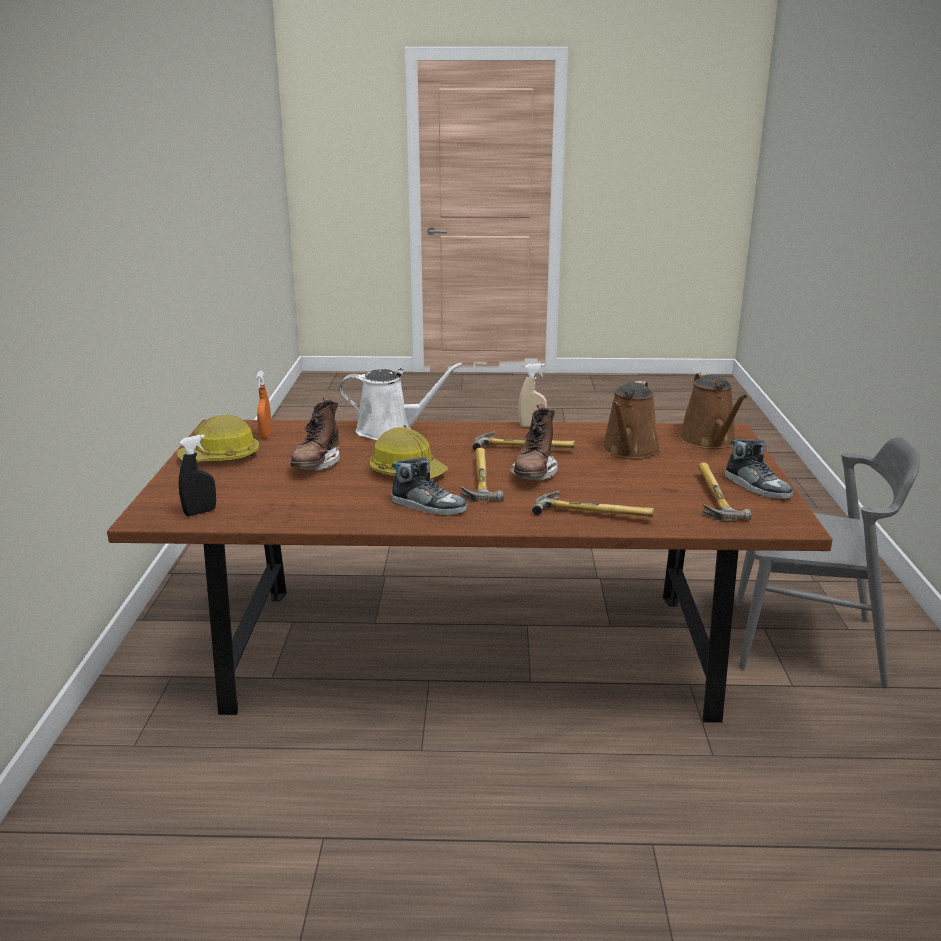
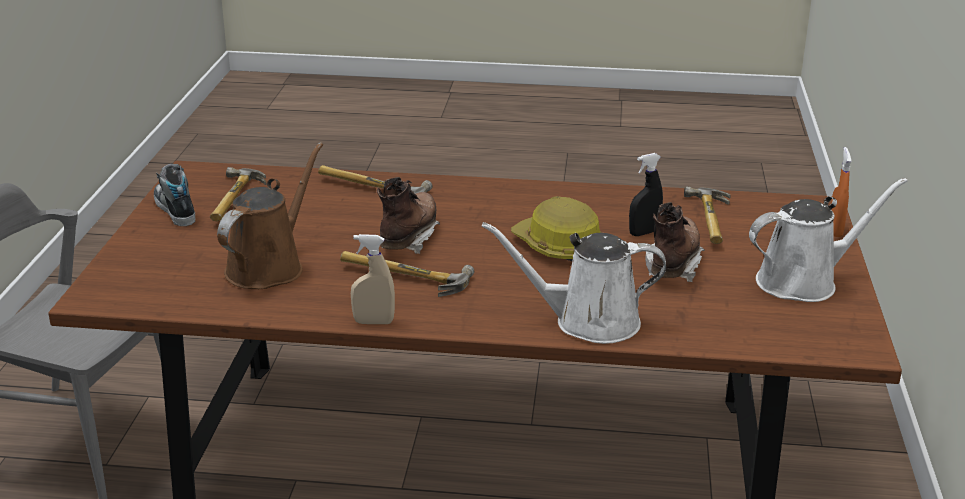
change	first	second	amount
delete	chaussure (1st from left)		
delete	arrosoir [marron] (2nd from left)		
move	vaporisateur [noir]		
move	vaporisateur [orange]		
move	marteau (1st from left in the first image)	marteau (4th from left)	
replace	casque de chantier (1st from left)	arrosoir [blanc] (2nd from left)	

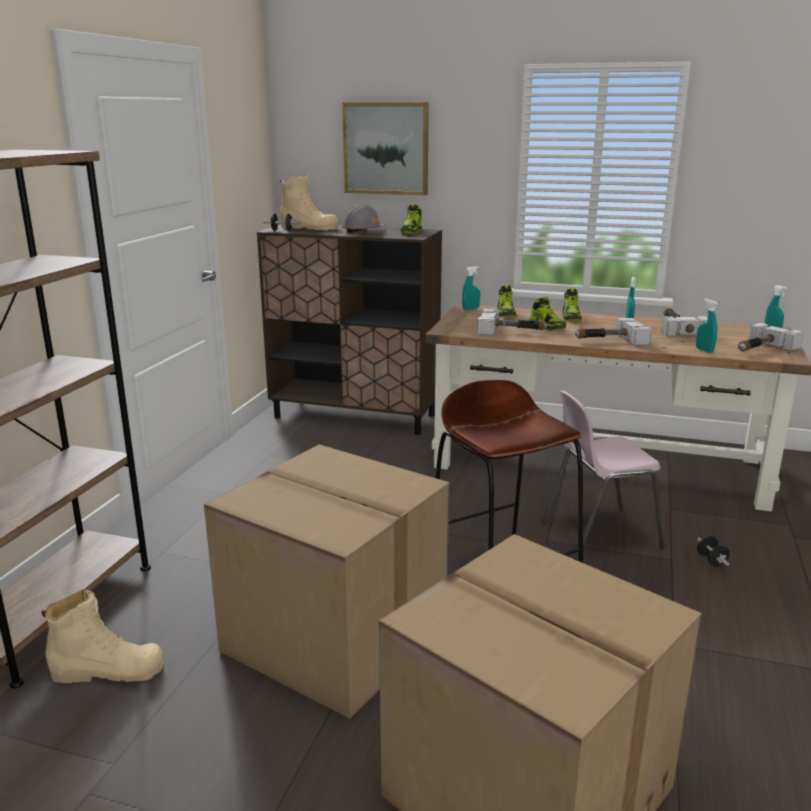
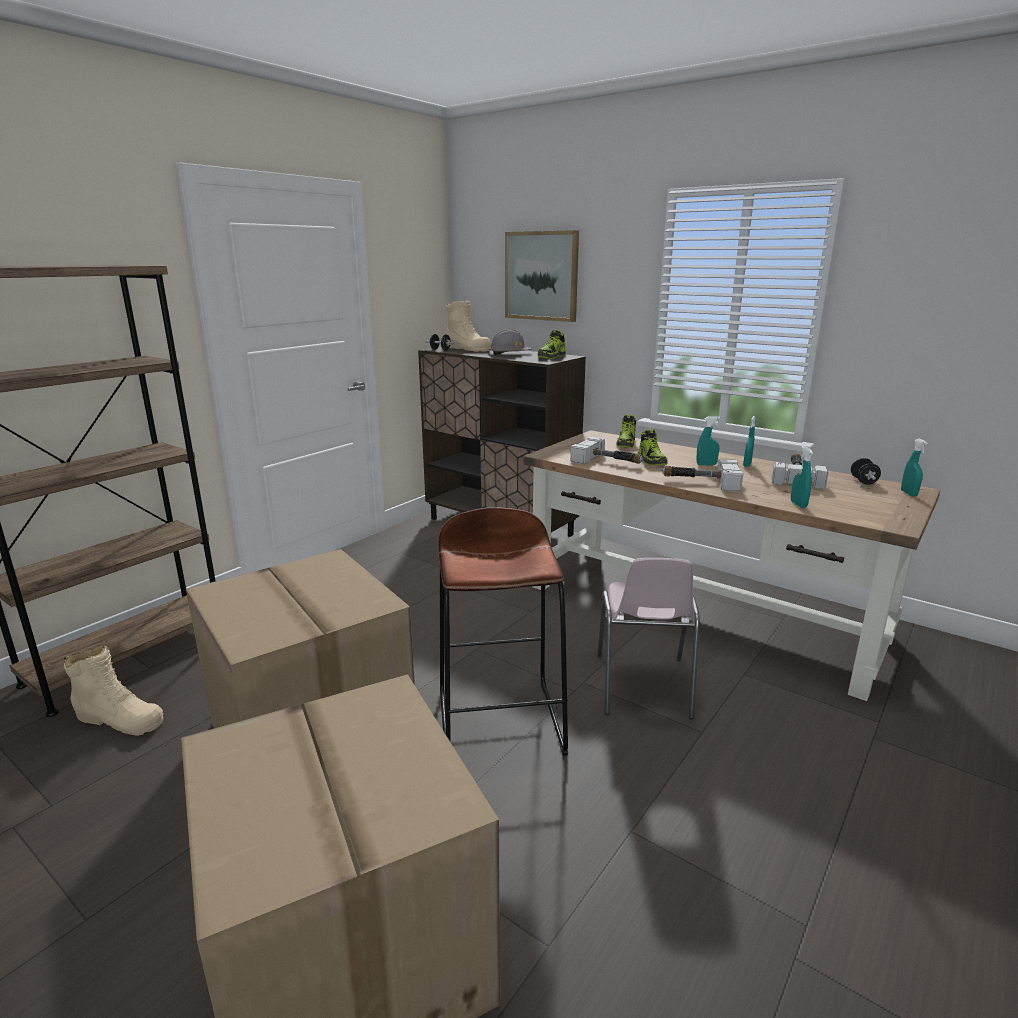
change	first	second	amount
delete	chaussure (4th from left)		
delete	marteau (4th from left)		
move	vaporisateur [turquoise] (1st from left)		
move	haltère [noir] (2nd from left)		
rotate	chaise [rose]		90 degrees counterclockwise

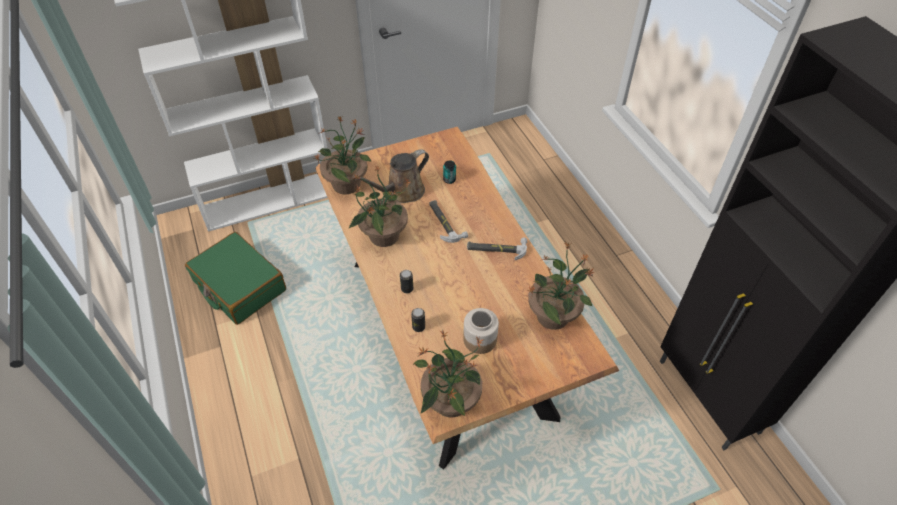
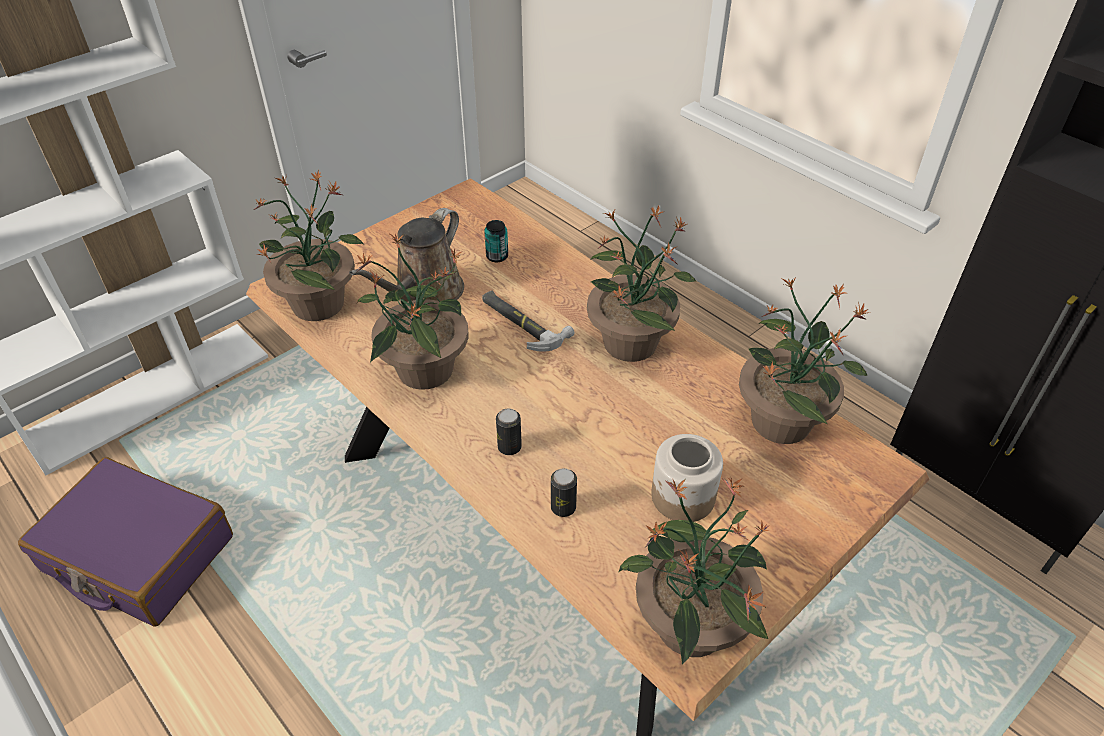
change	first	second	amount
replace	marteau (2nd from left)	plante en pot (3rd from left)	
recolor	valise [vert]	valise [violet]	

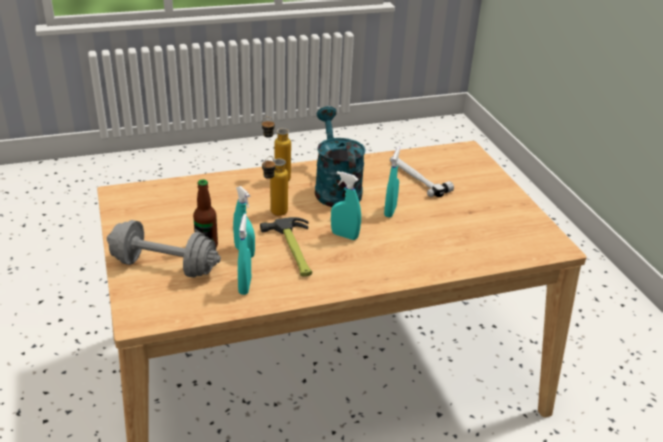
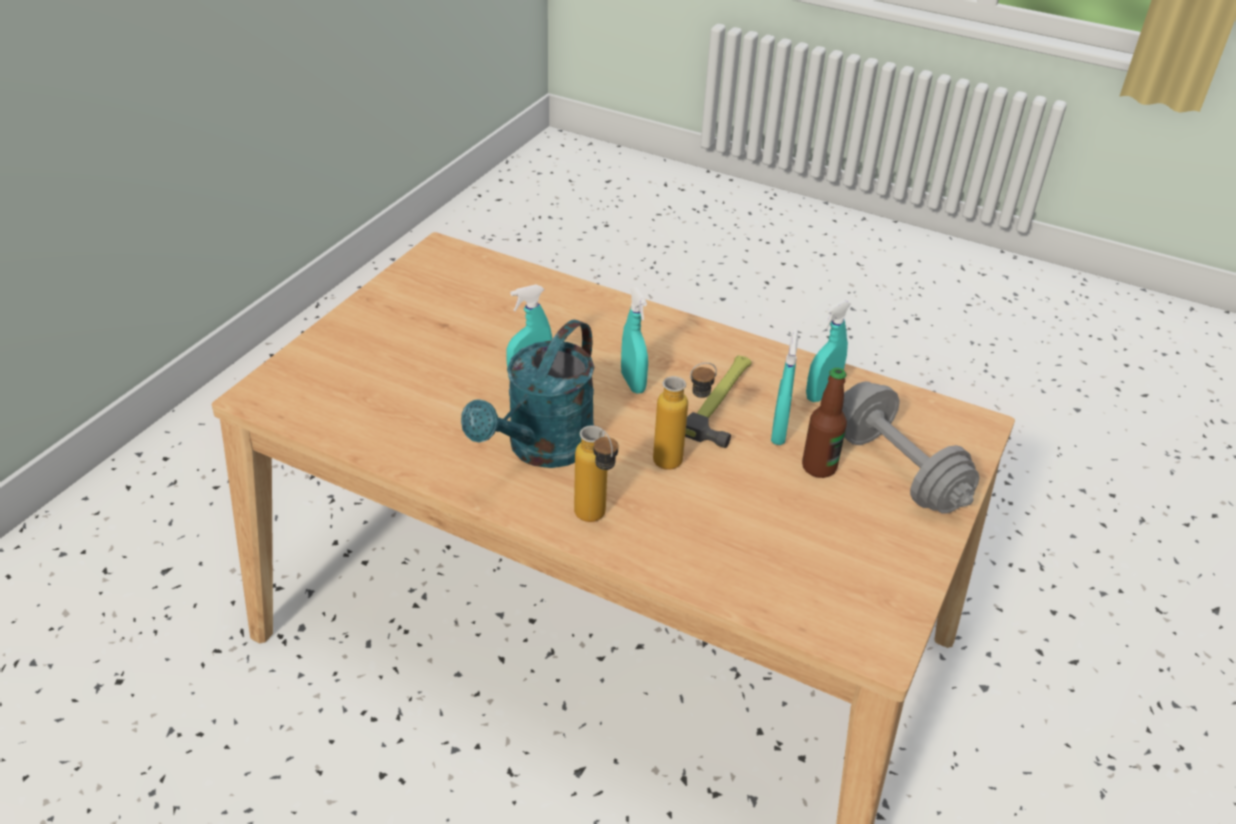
change	first	second	amount
delete	marteau (2nd from left)		

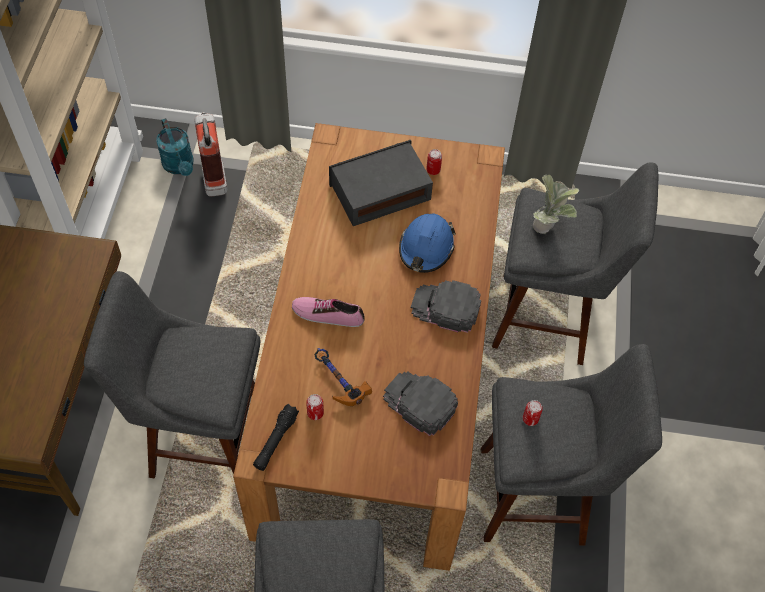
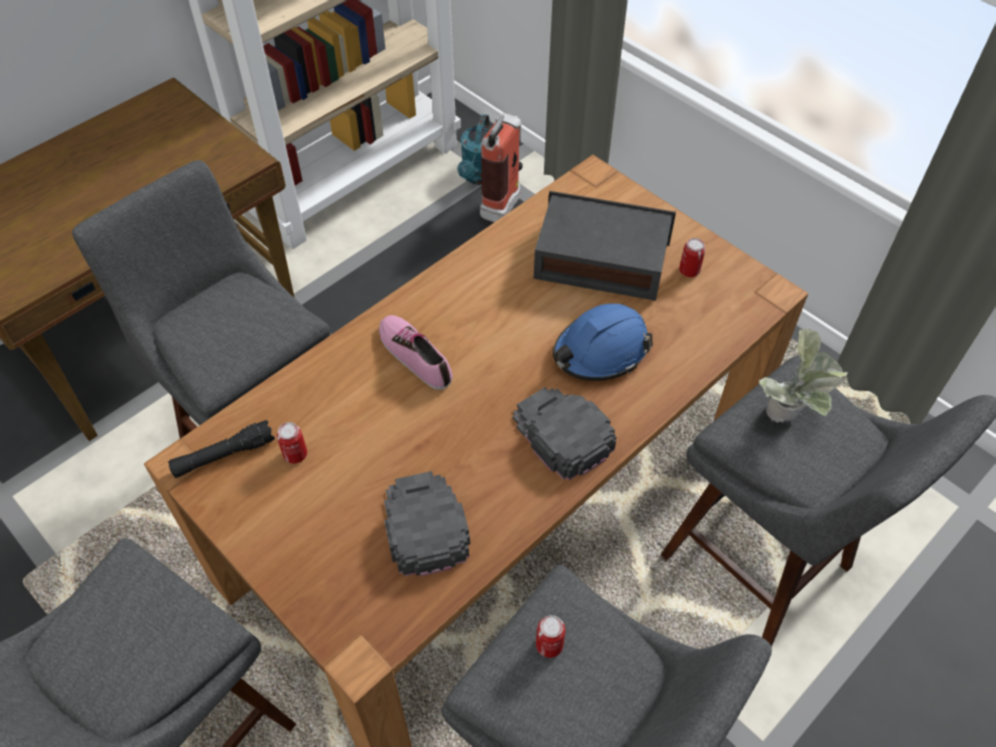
change	first	second	amount
delete	marteau		

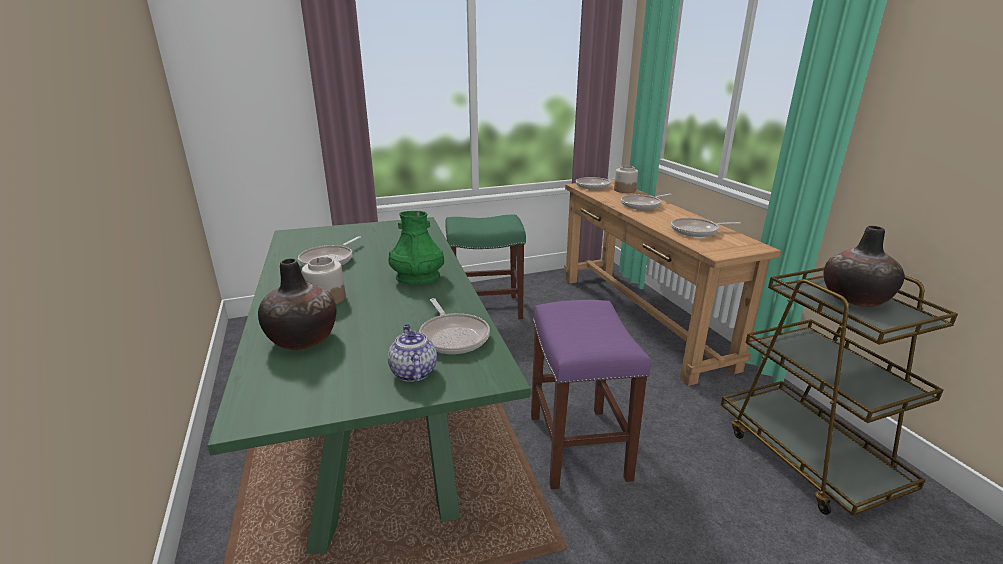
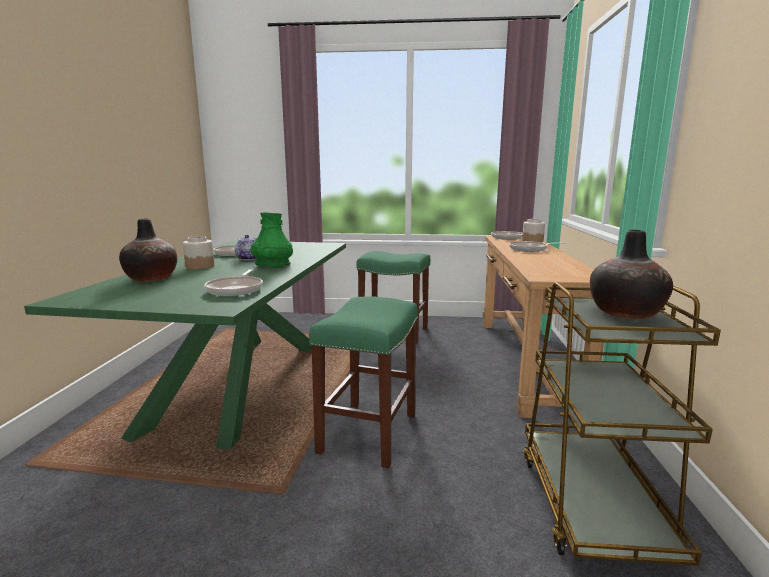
change	first	second	amount
delete	poêle (5th from left)		
move	théière		
recolor	tabouret [violet]	tabouret [vert] (1st from left)	

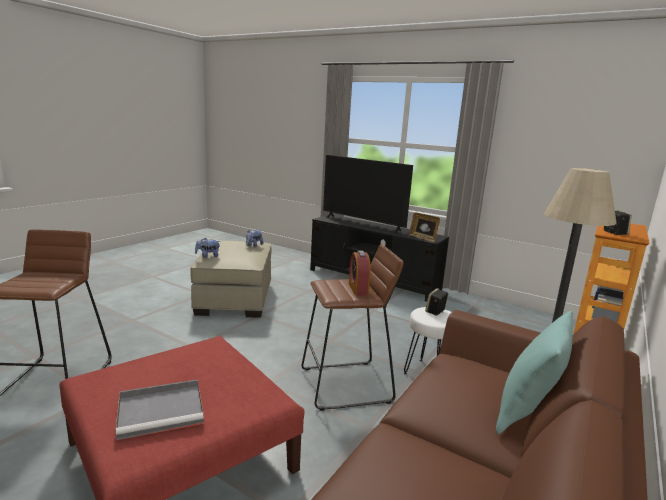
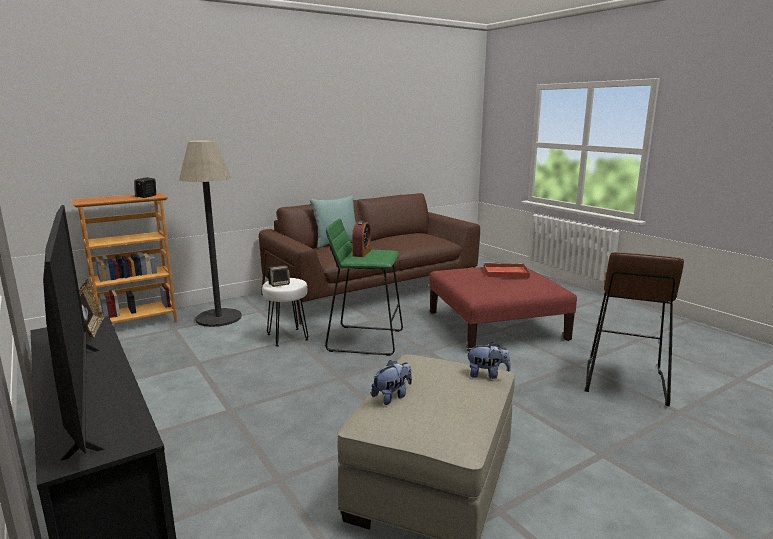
change	first	second	amount
recolor	plateau [gris]	plateau [rouge]	
recolor	tabouret [marron] (2nd from left)	tabouret [vert]	

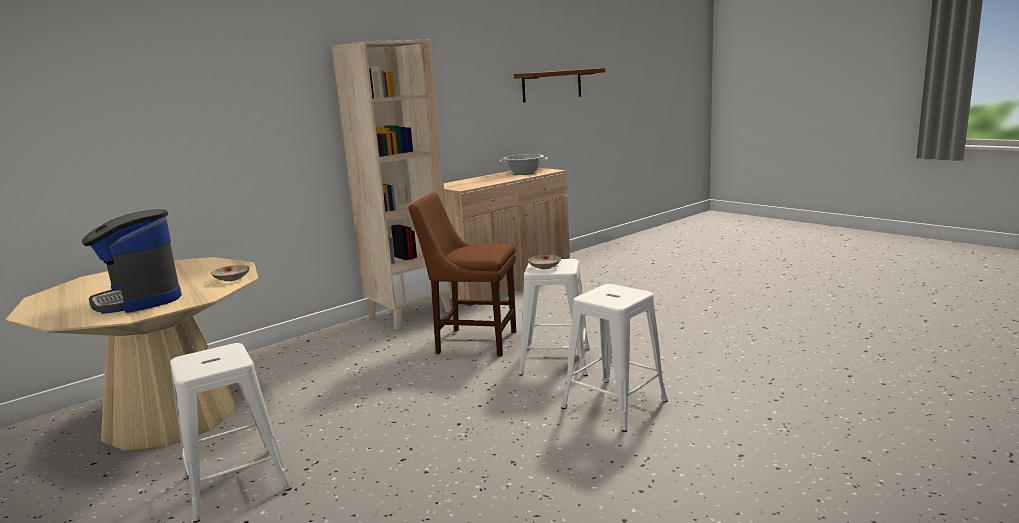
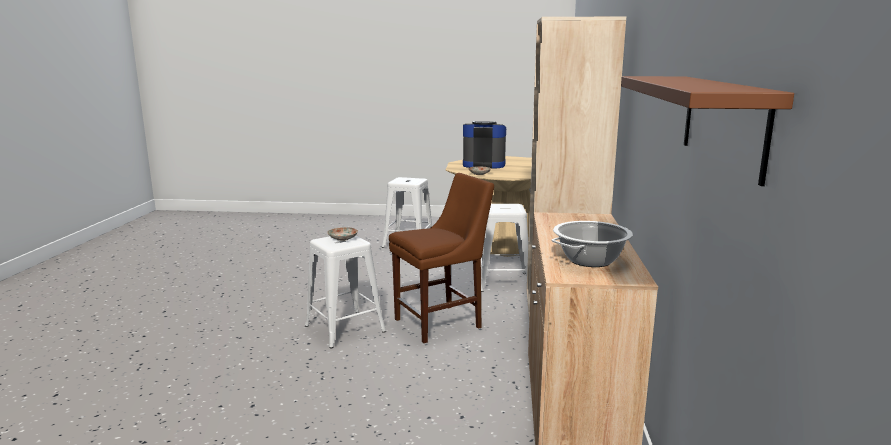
change	first	second	amount
move	tabouret [blanc] (3rd from left)		

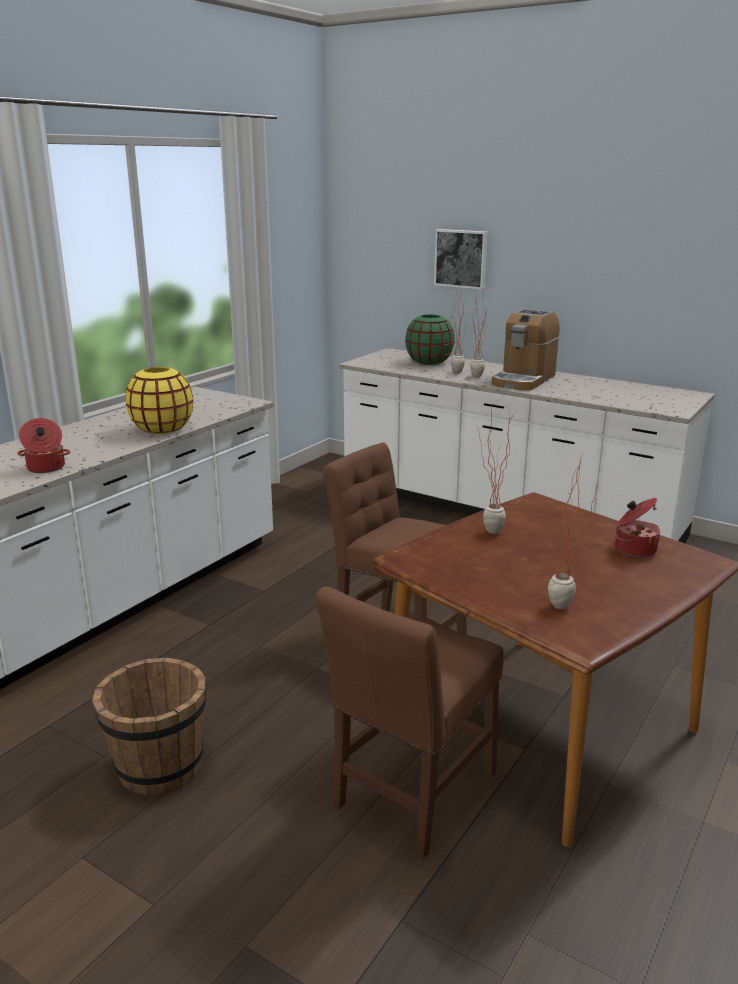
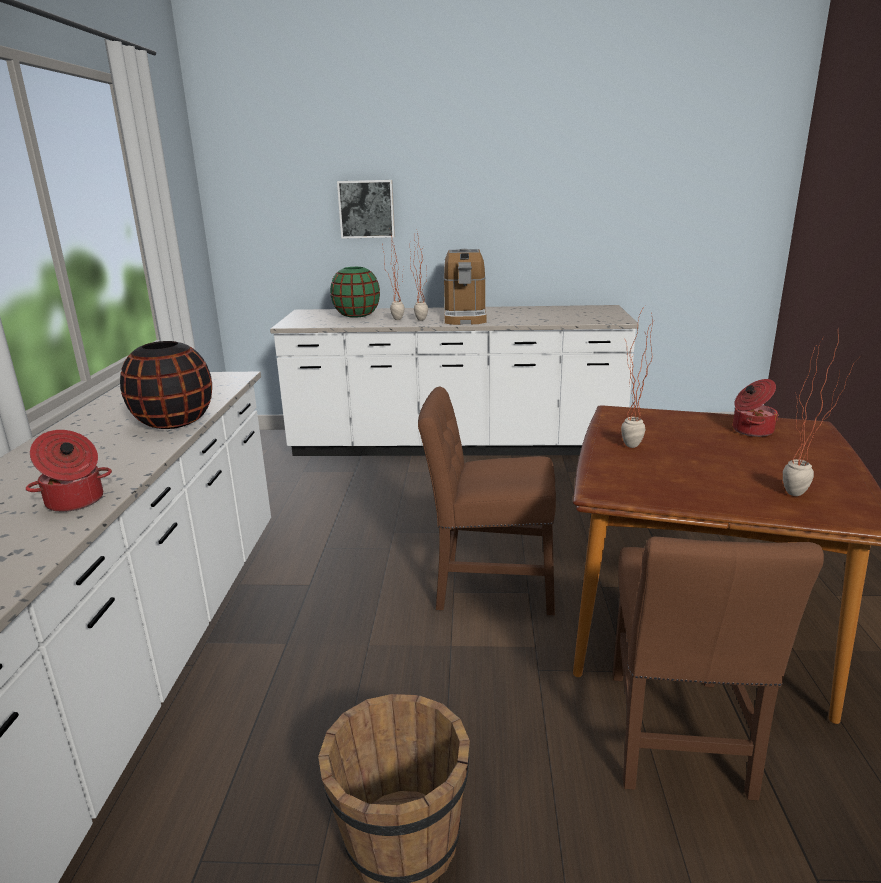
change	first	second	amount
recolor	vase [jaune]	vase [noir]	

